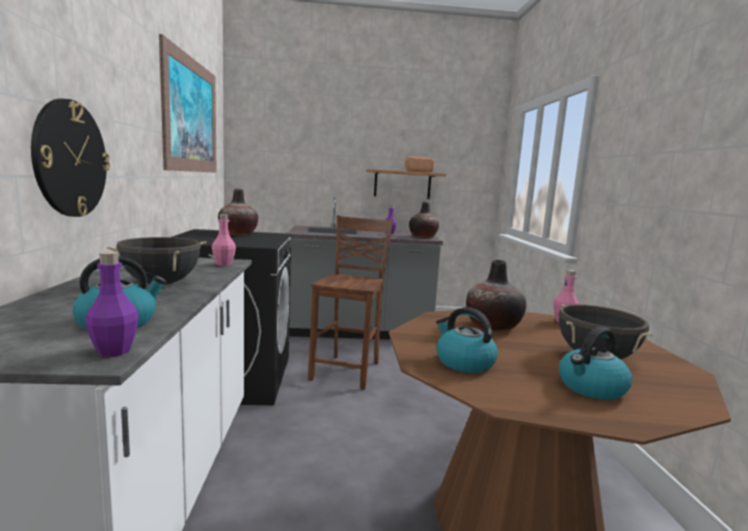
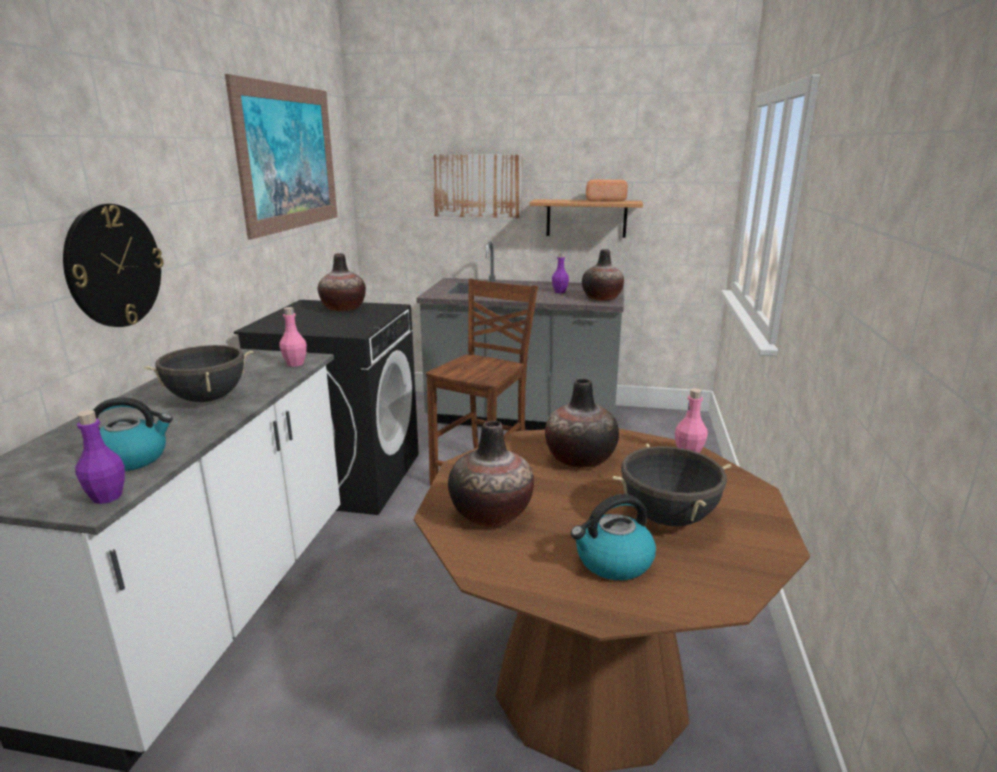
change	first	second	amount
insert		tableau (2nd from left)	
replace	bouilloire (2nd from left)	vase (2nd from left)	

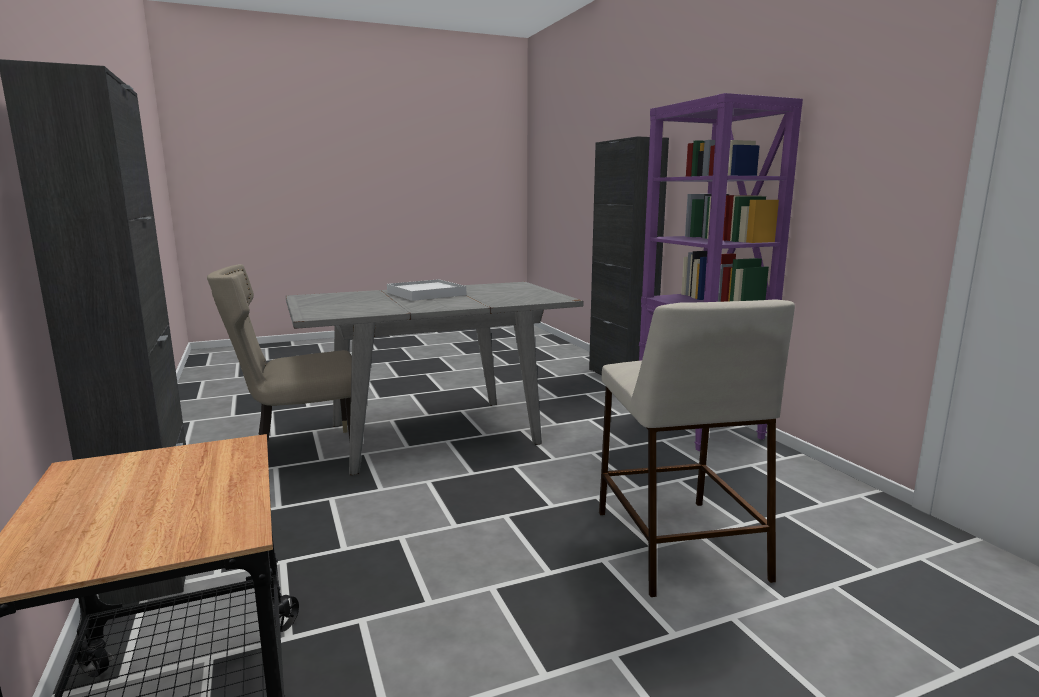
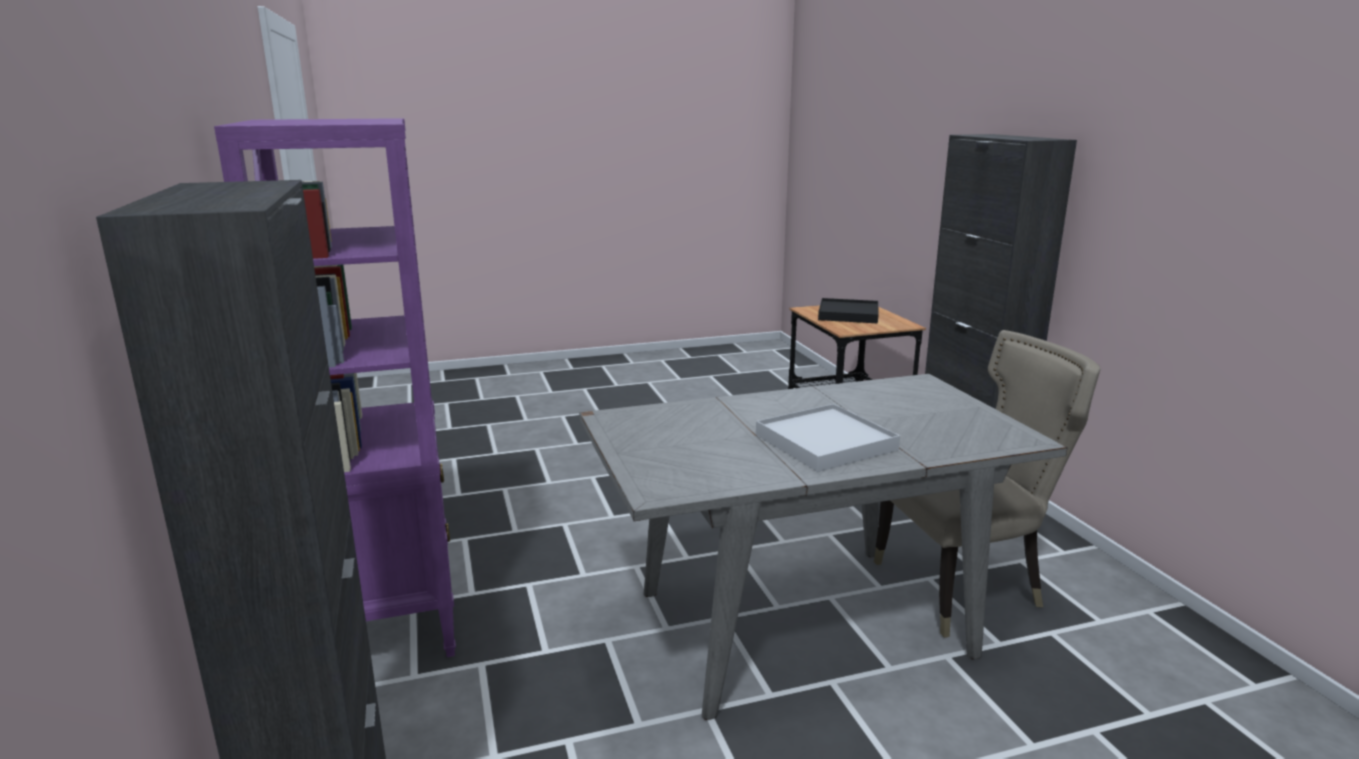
change	first	second	amount
delete	tabouret [beige]		
insert		plateau [noir]	

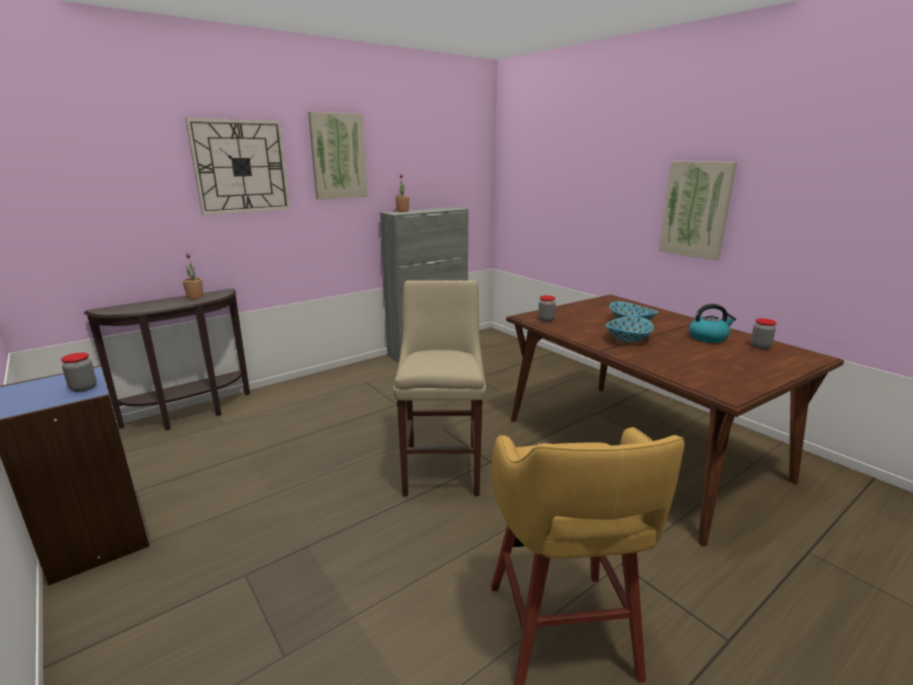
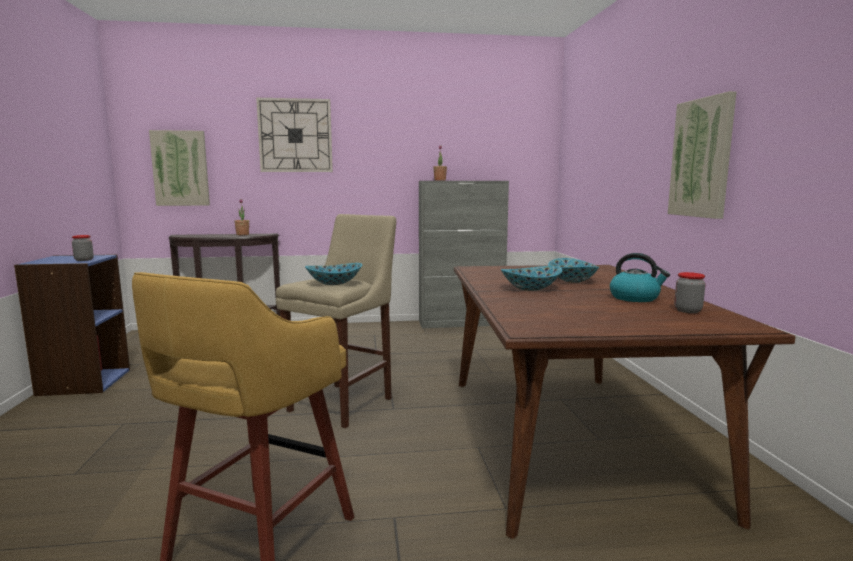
change	first	second	amount
delete	bocal (2nd from left)		
insert		bol (1st from left)	
move	tableau (1st from left)		

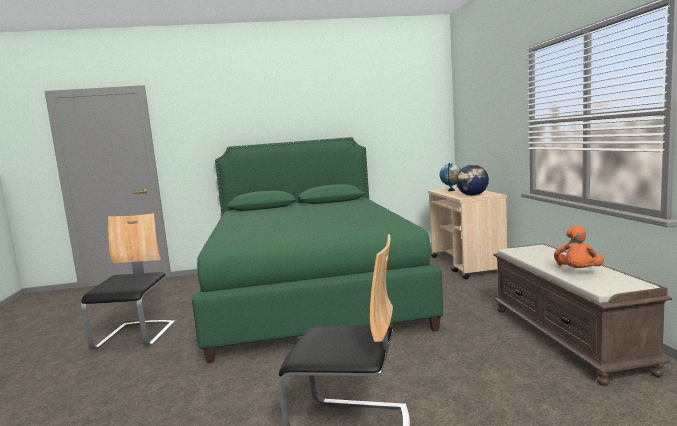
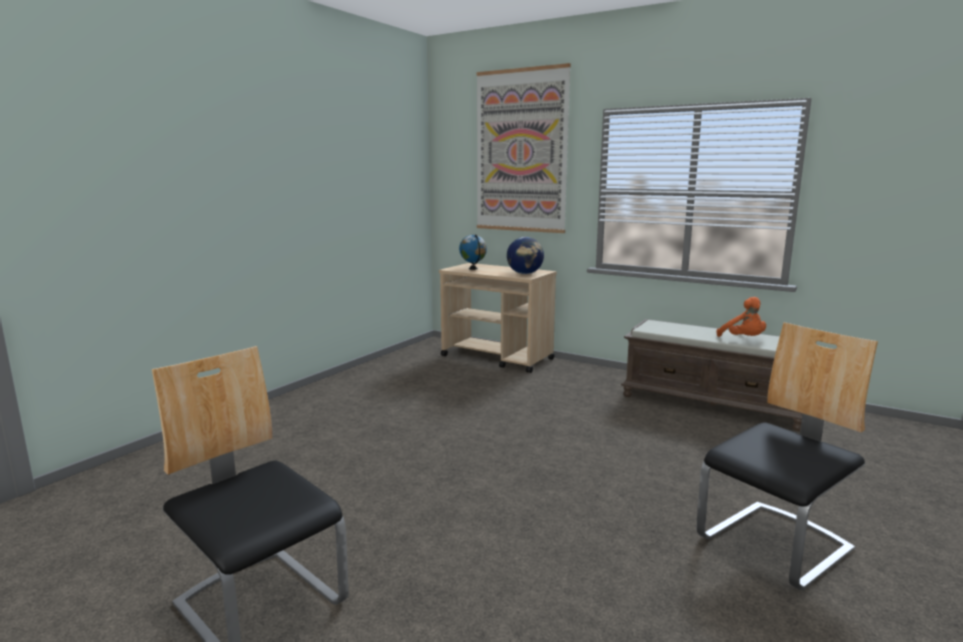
change	first	second	amount
delete	lit [vert]		
insert		tableau	

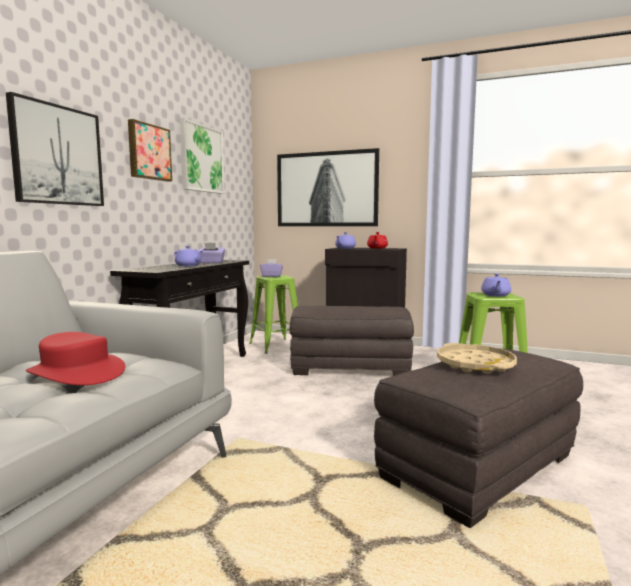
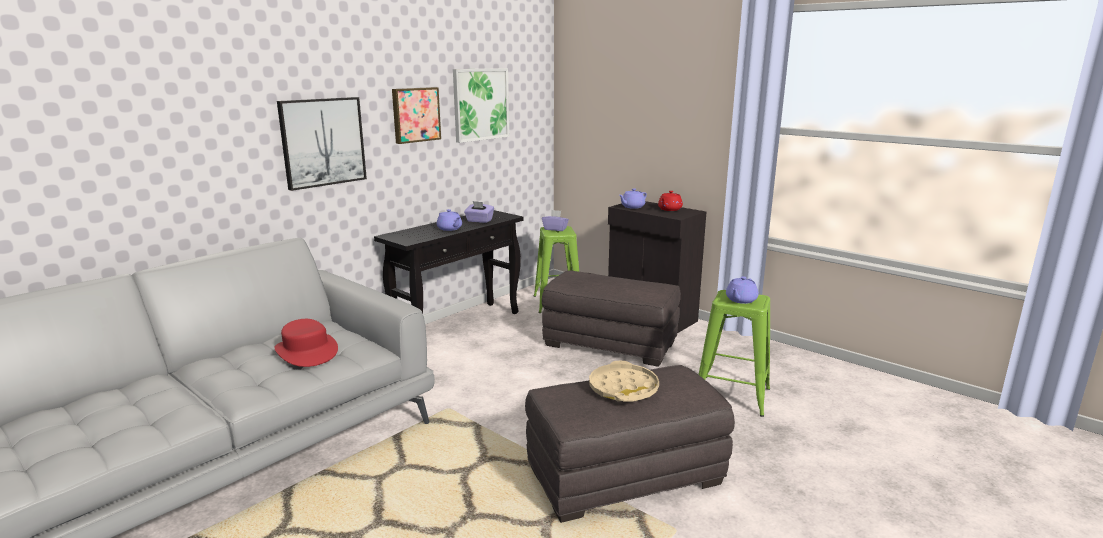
change	first	second	amount
delete	tableau (4th from left)		

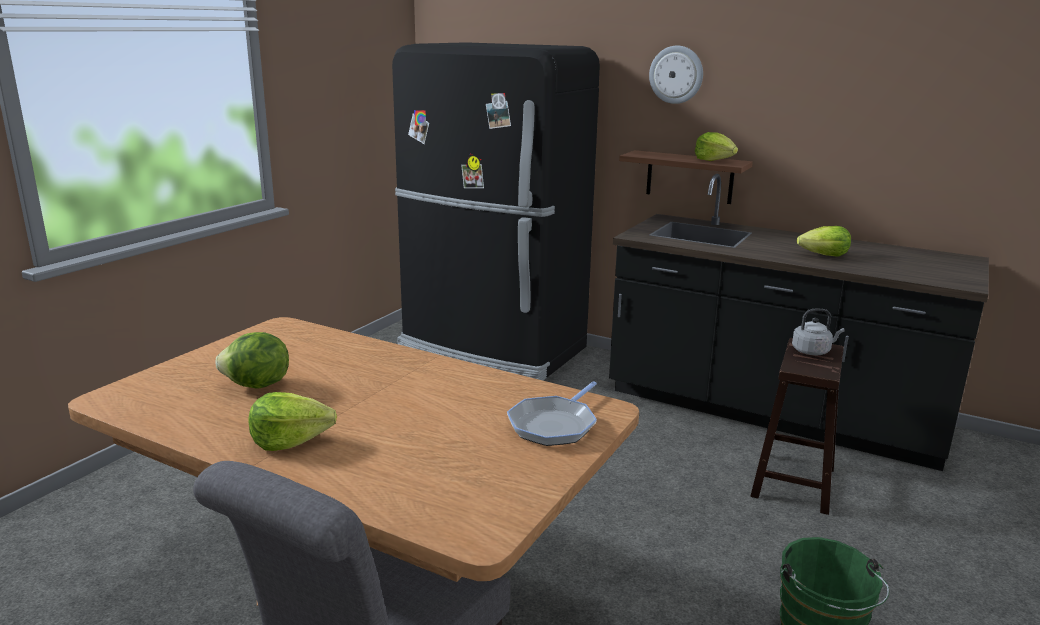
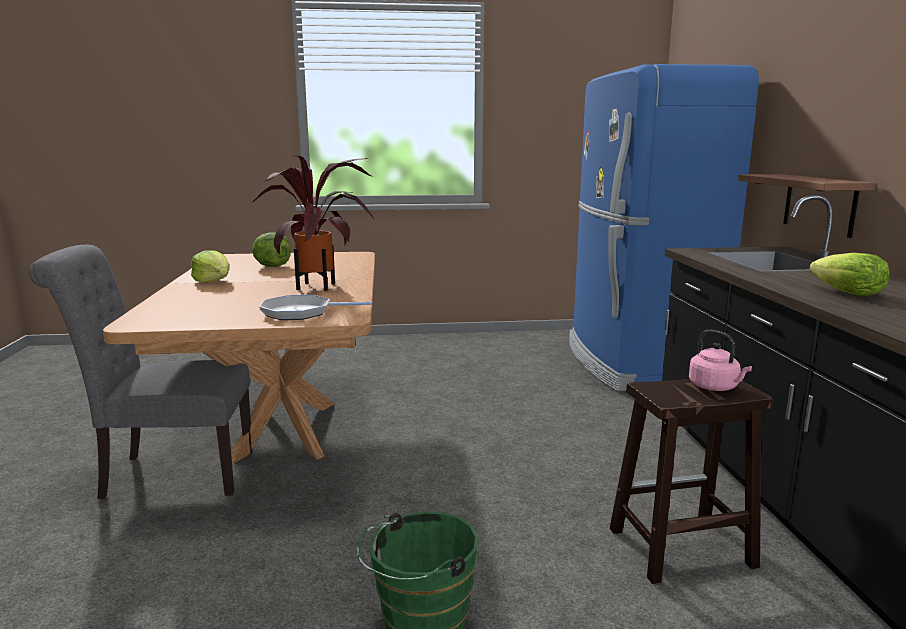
change	first	second	amount
delete	horloge murale		
delete	laitue (3rd from left)		
insert		plante en pot	
recolor	réfrigérateur [noir]	réfrigérateur [bleu]	
recolor	bouilloire [gris]	bouilloire [rose]	

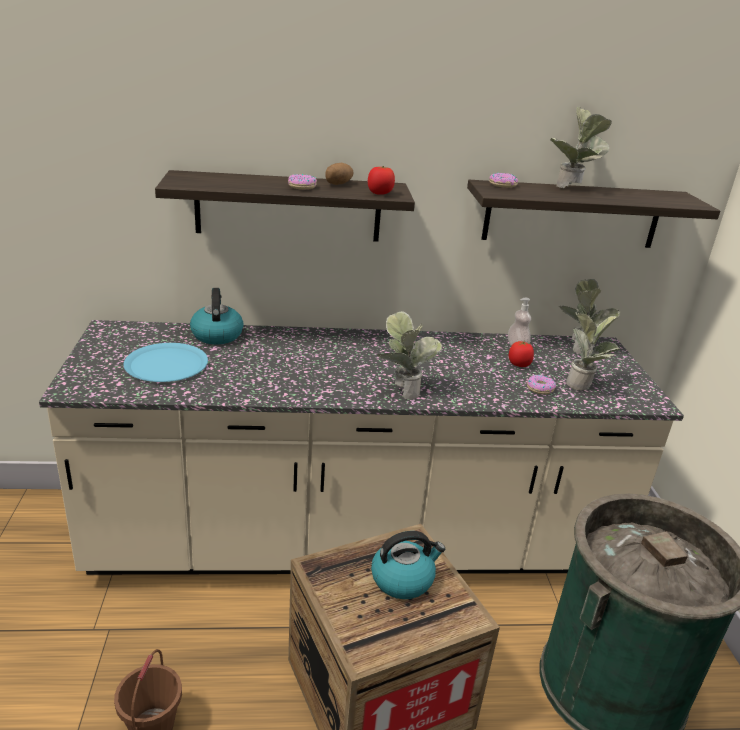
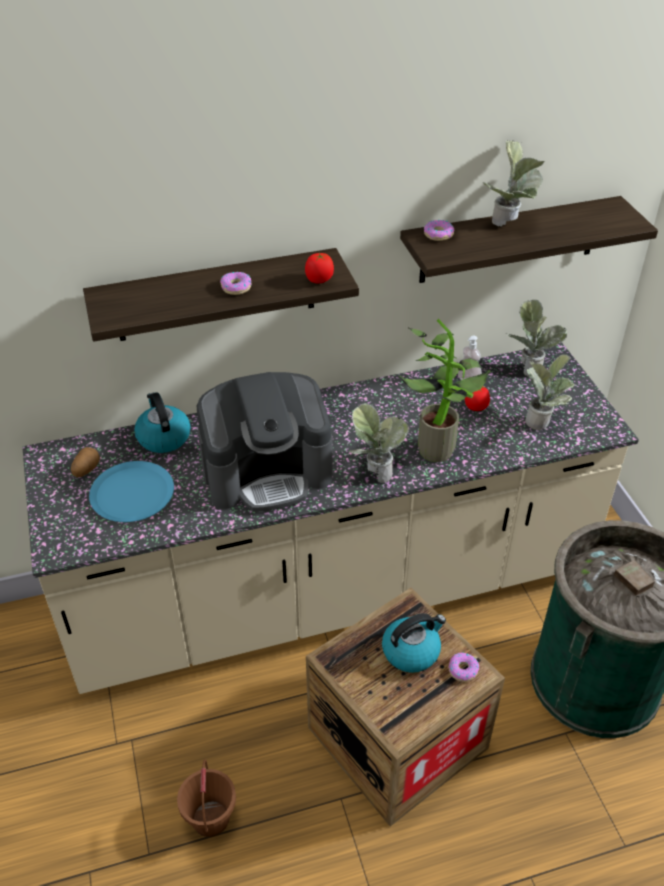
change	first	second	amount
insert		machine à café	
insert		plante en pot (2nd from left)	
move	pomme de terre		
move	beignet (3rd from left)		

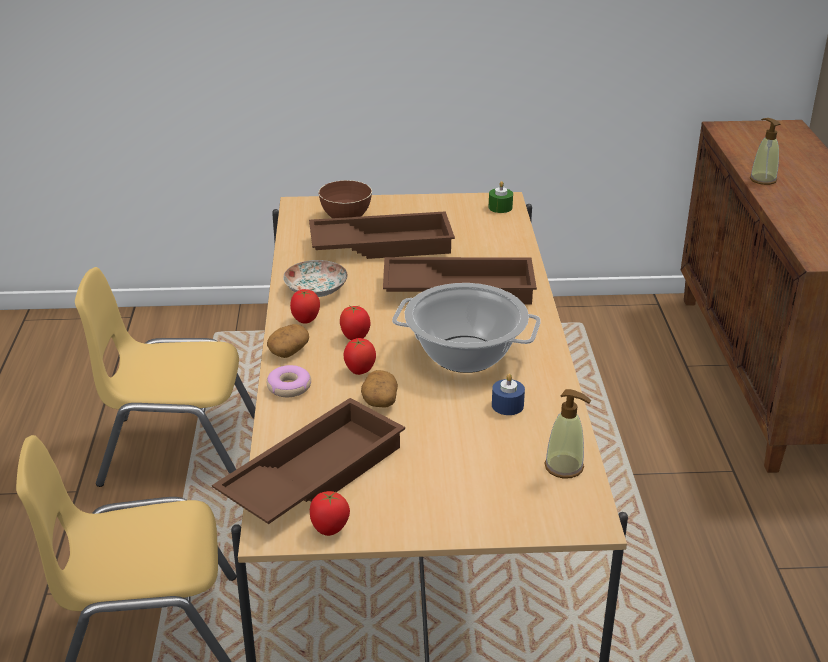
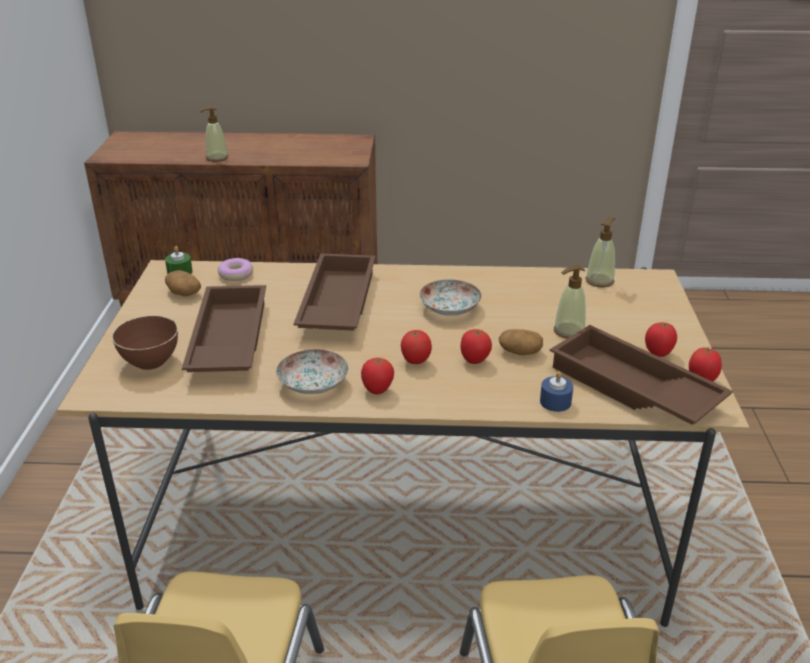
change	first	second	amount
insert		distributeur de savon (2nd from left)	
insert		tomate (4th from left)	
move	pomme de terre (1st from left)		
move	beignet		
move	bougie [bleu]		
replace	marmite	assiette (2nd from left)	

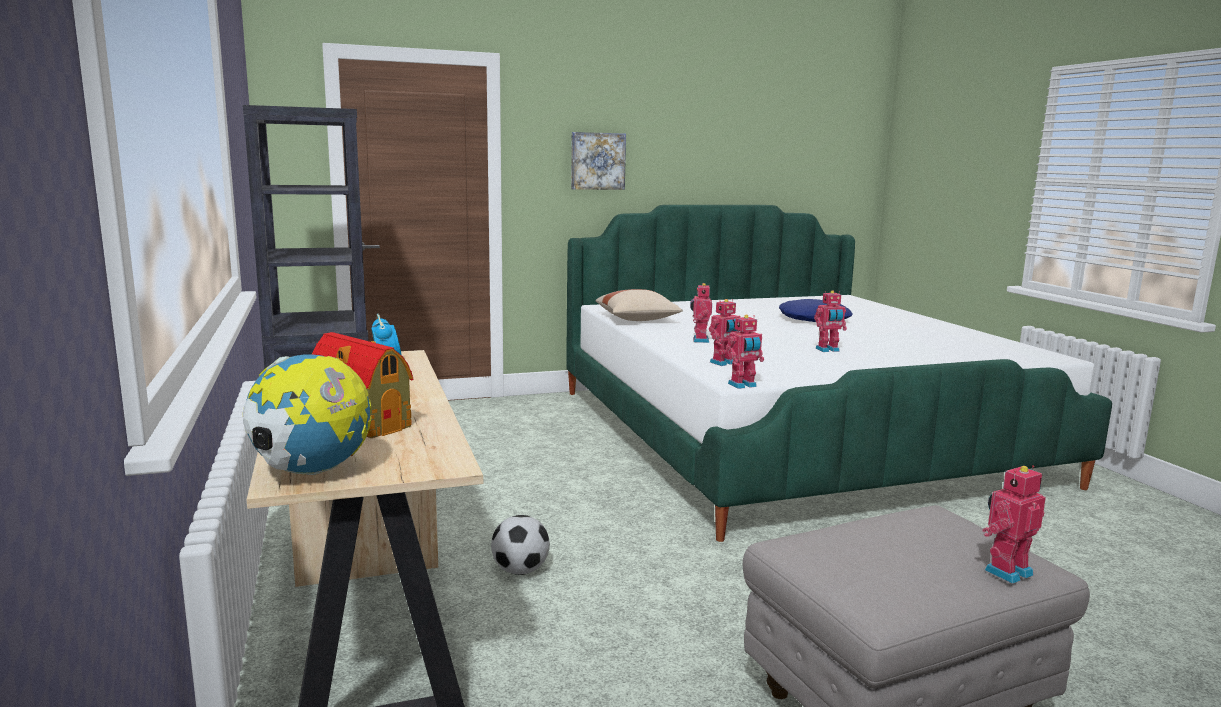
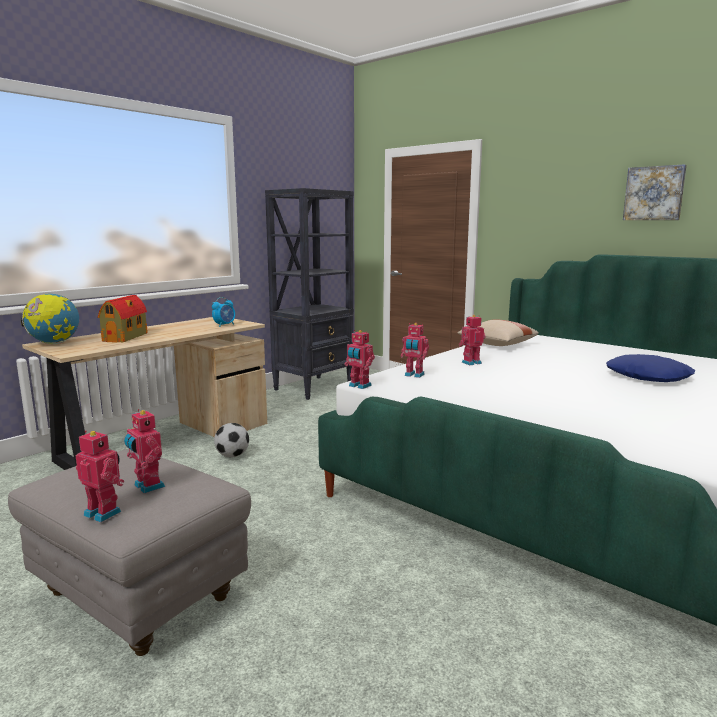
change	first	second	amount
move	tableau		
move	robot jouet (4th from left in the first image)	robot jouet (2nd from left)	

